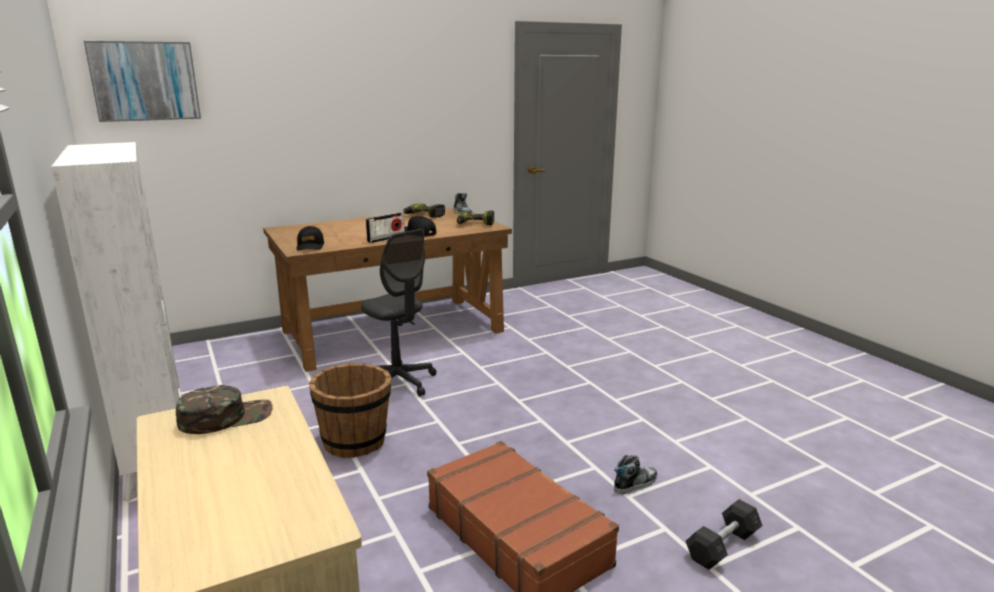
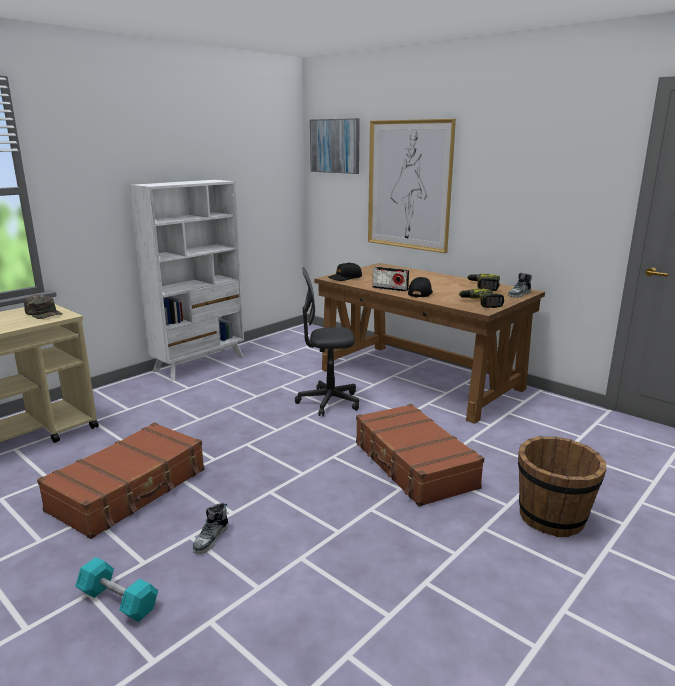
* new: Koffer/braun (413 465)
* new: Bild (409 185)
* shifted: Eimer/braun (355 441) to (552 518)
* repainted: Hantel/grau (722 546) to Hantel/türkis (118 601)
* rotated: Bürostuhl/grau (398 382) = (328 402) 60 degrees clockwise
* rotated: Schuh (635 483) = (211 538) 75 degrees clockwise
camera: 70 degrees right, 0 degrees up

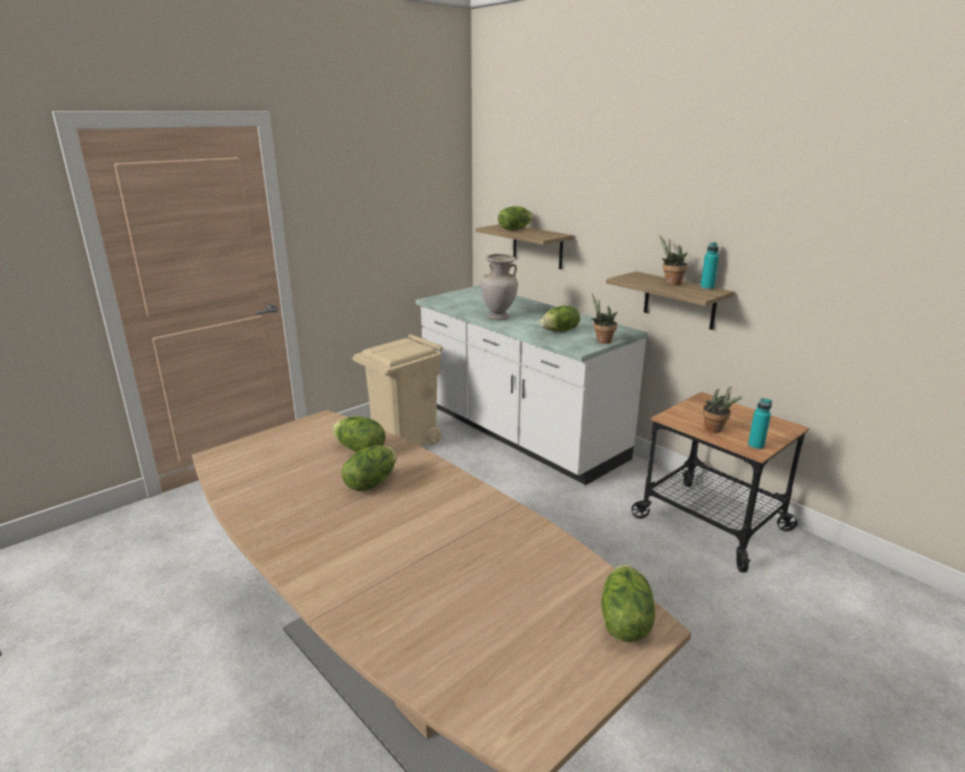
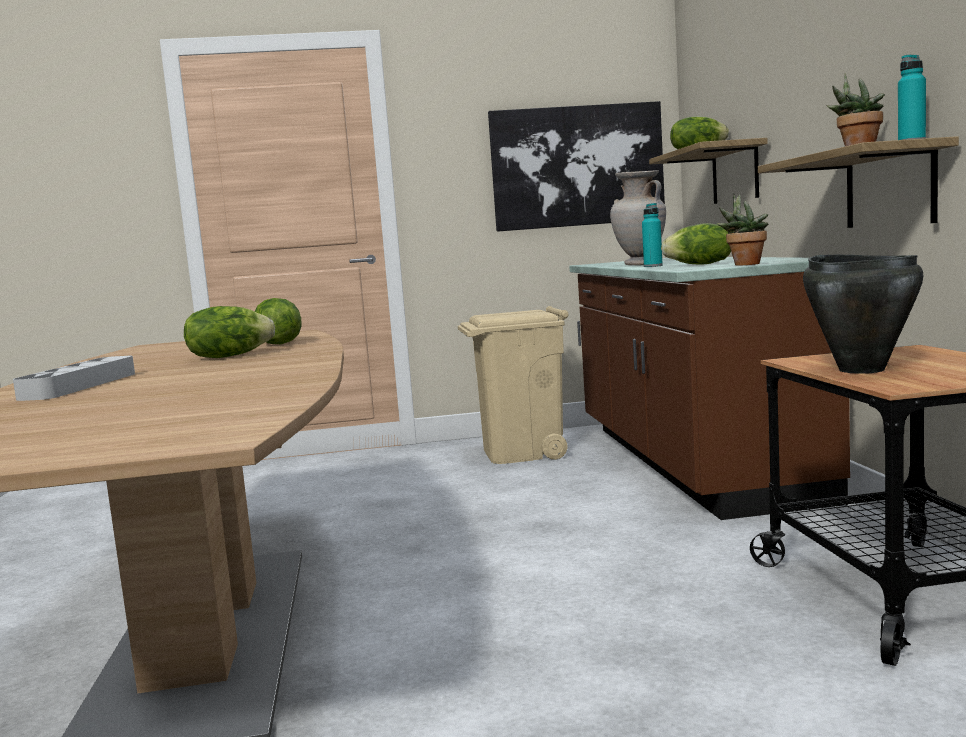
* gone: Salatkopf (623 621)
* new: Tablett/grau (80 386)
* new: Bild (577 166)
* shifted: Flasche/türkis (756 445) to (653 266)
* swapped: Topfpflanze (716 430) to Kochtopf/schwarz (861 369)
* repainted: Küchenzeile/weiß (519 433) to Küchenzeile/braun (689 461)
camera: 35 degrees right, 15 degrees down

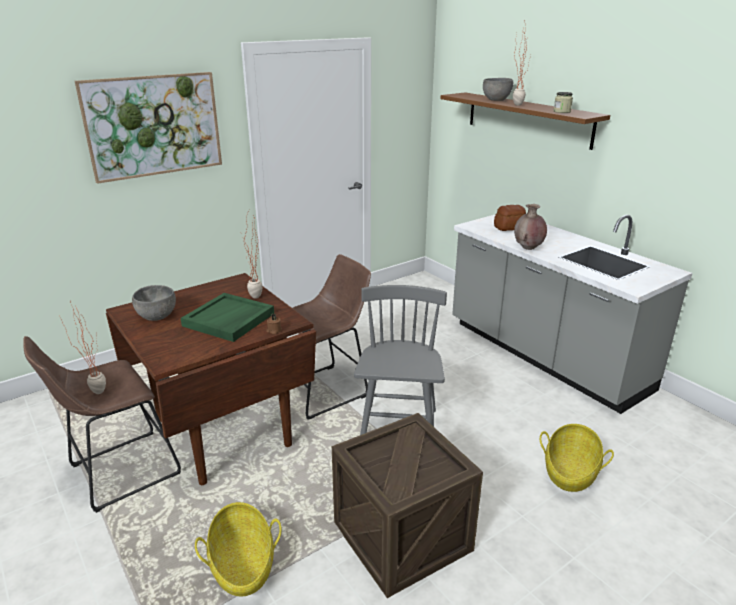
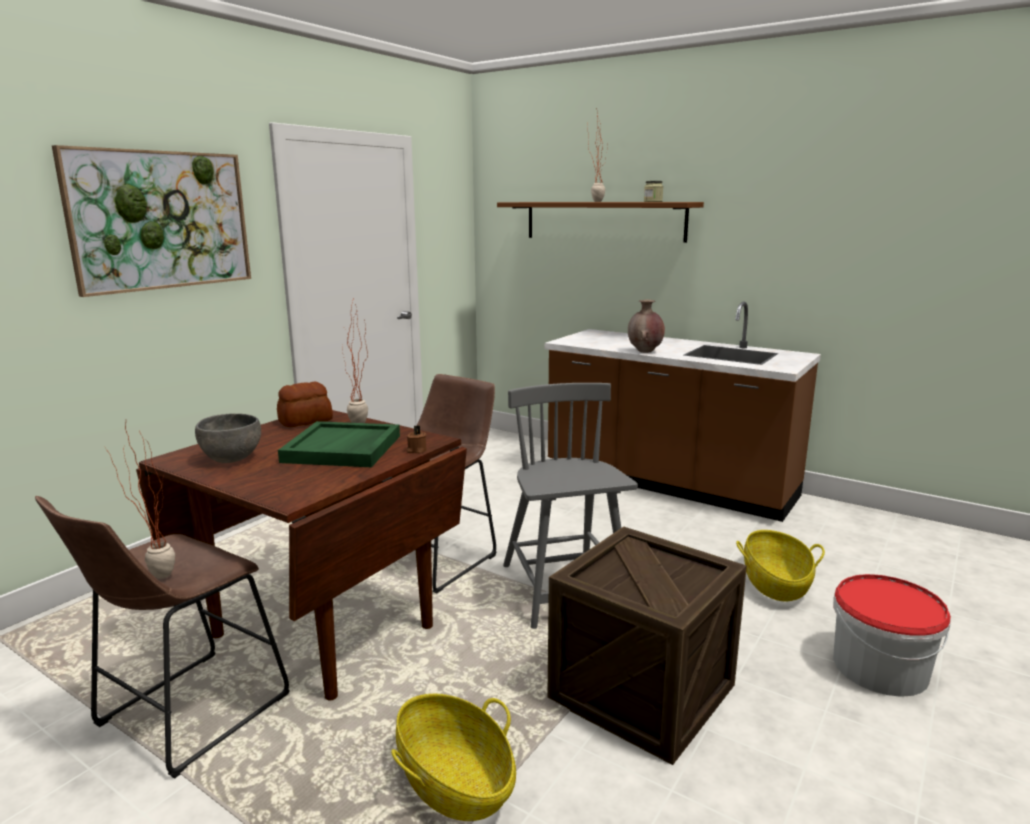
* gone: Schüssel/grau (496 100)
* new: Eimer (879 667)
* shifted: Brot (509 227) to (304 421)
* repainted: Küchenzeile/grau (544 356) to Küchenzeile/braun (668 484)
camera: 20 degrees left, 10 degrees down

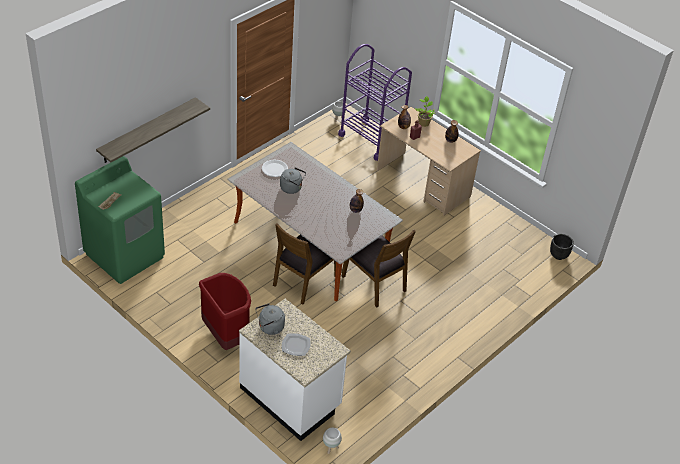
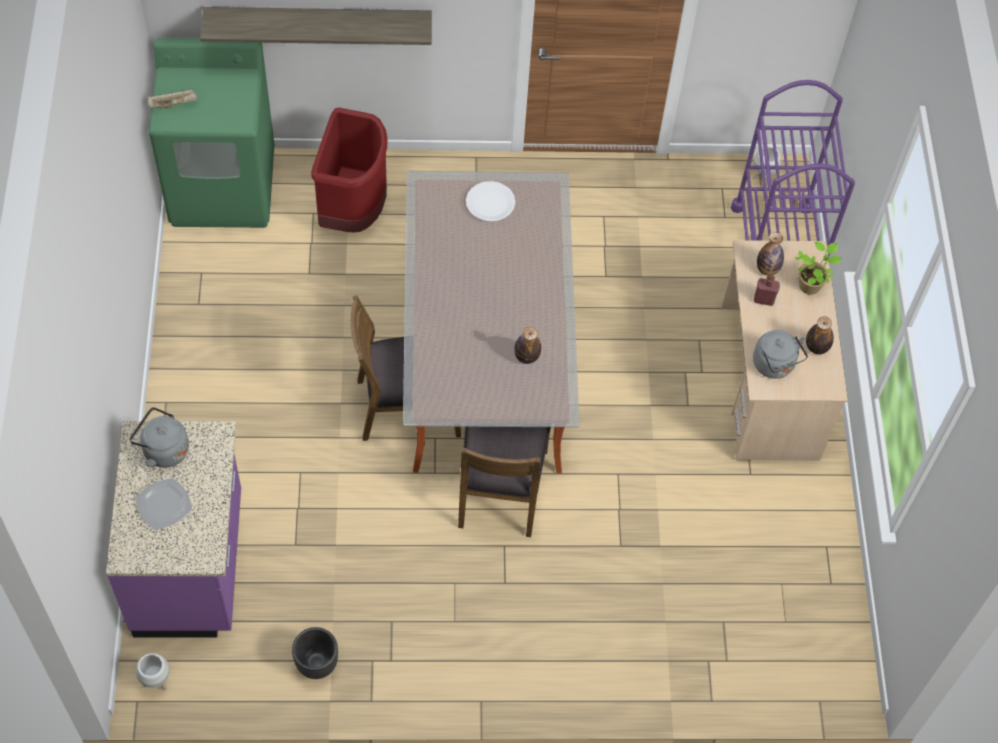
* shifted: Mülleimer/rot (226 335) to (353 209)
* shifted: Wasserkessel/grau (292 188) to (775 366)
* shifted: Pflanzkübel/schwarz (558 255) to (317 664)
* repainted: Küchenzeile/weiß (291 397) to Küchenzeile/lila (191 565)
camera: 45 degrees right, 15 degrees up

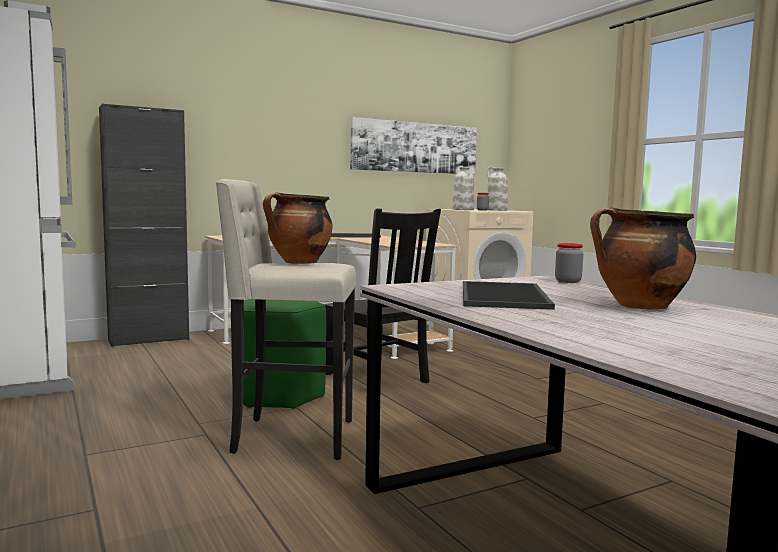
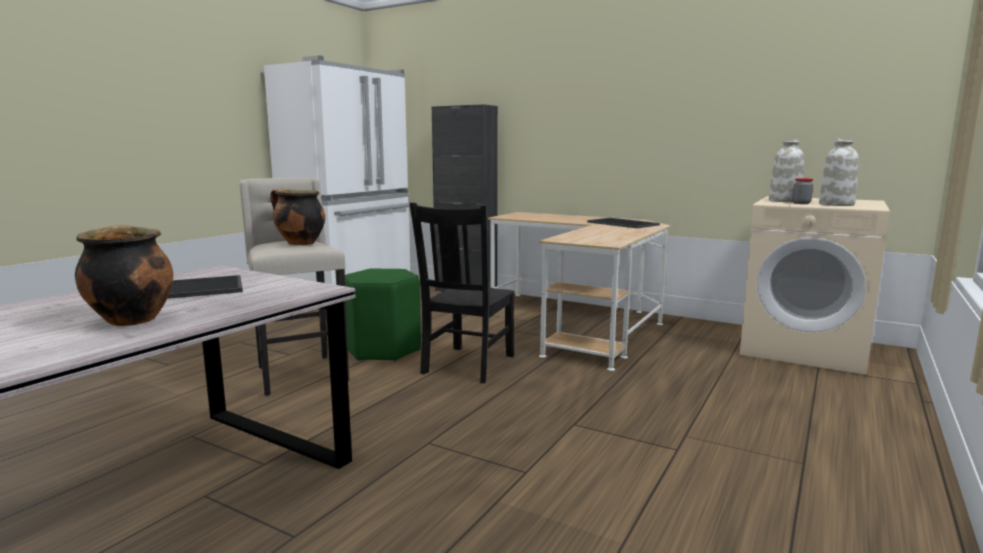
* gone: Bild (415 147)
* gone: Vorratsglas (568 281)
camera: 60 degrees right, 5 degrees up

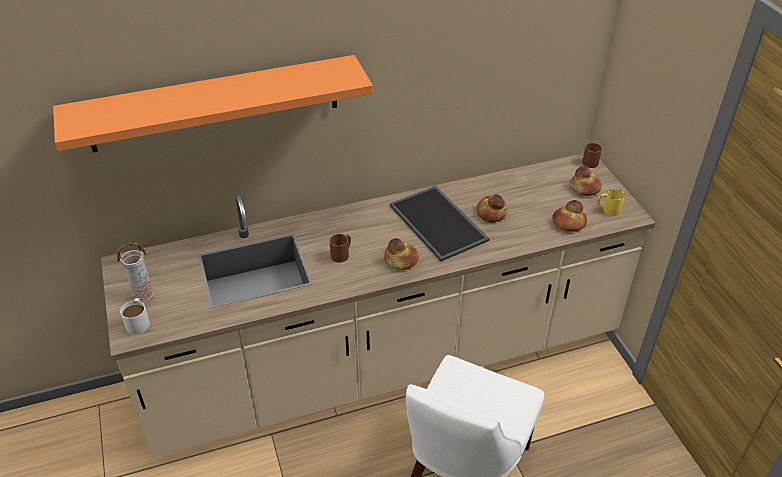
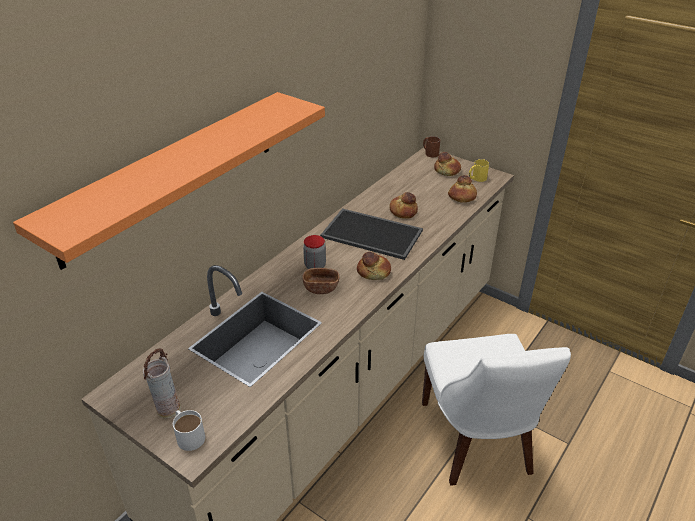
* new: Vorratsglas (315 266)
* swapped: Henkelbecher/braun (342 253) to Schüssel/braun (321 288)
camera: 35 degrees left, 5 degrees down

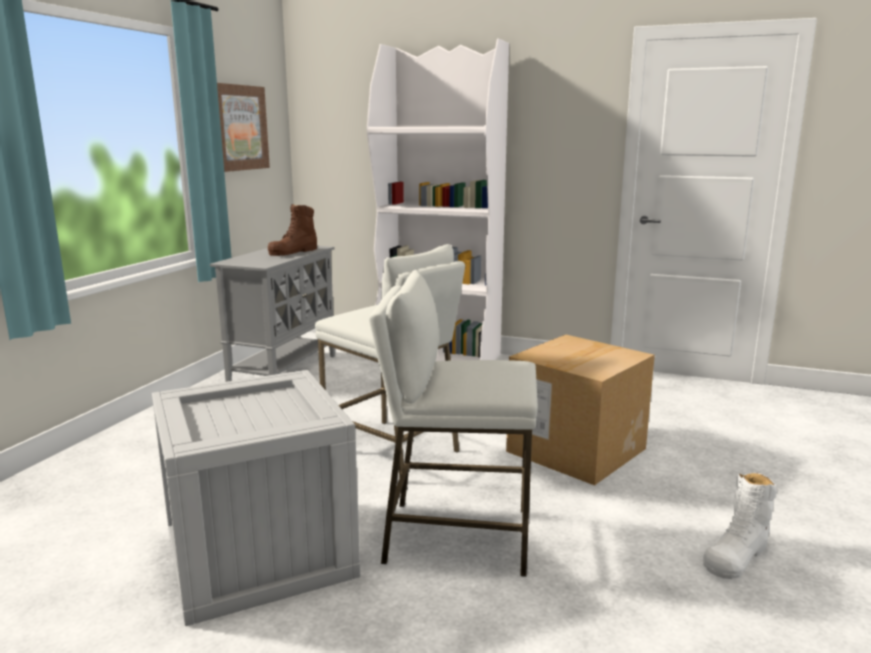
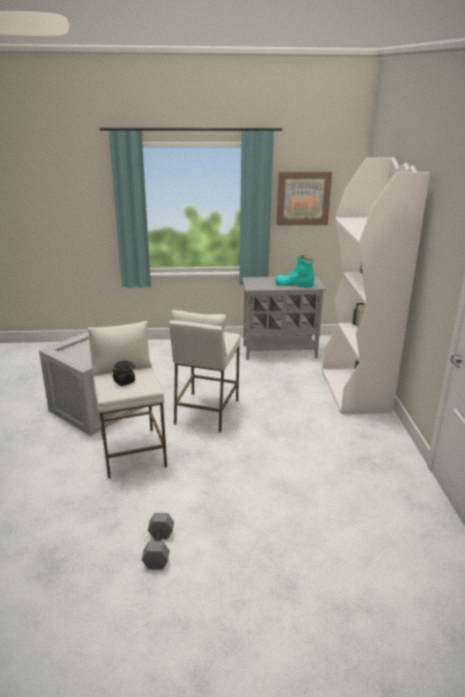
* gone: Karton (576 450)
* new: Vorratsglas/schwarz (124 381)
* swapped: Stiefel/weiß (736 555) to Hantel/grau (159 549)
* repainted: Stiefel/braun (293 252) to Stiefel/türkis (294 284)
camera: 65 degrees right, 10 degrees up

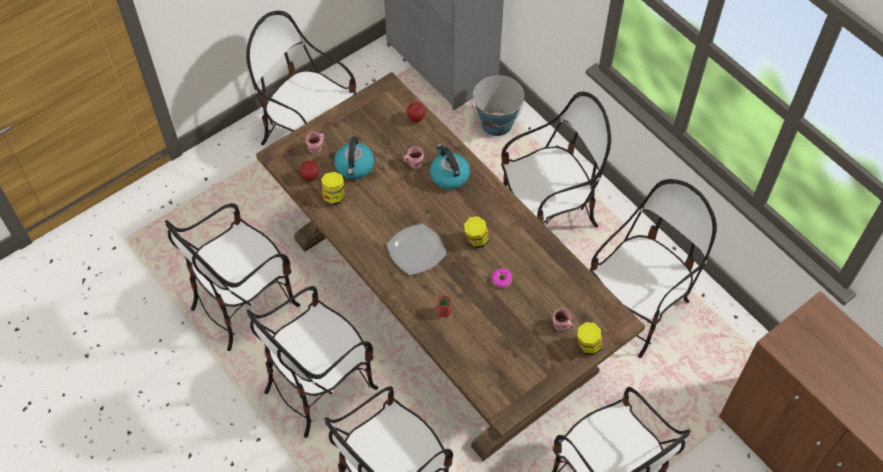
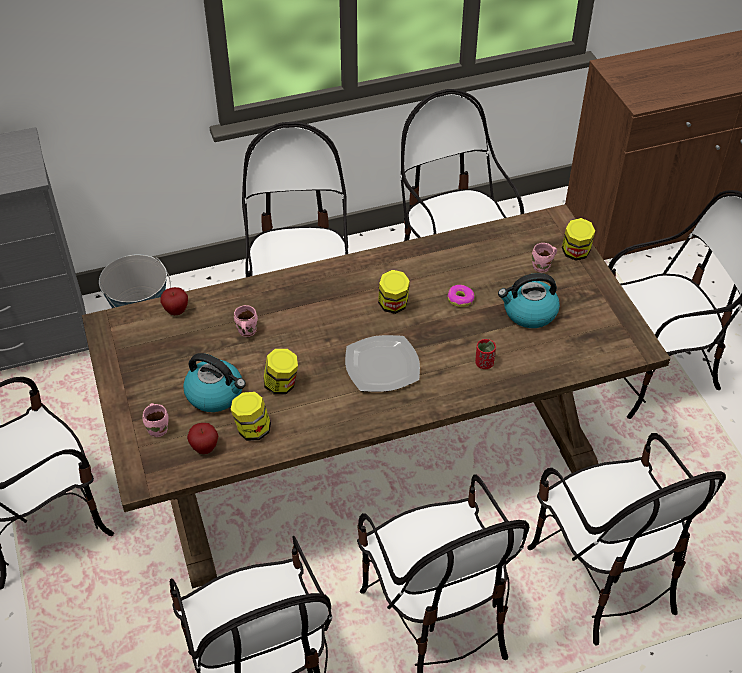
* new: Vorratsglas (281 385)
* shifted: Wasserkessel (449 175) to (529 313)
camera: 70 degrees left, 10 degrees down

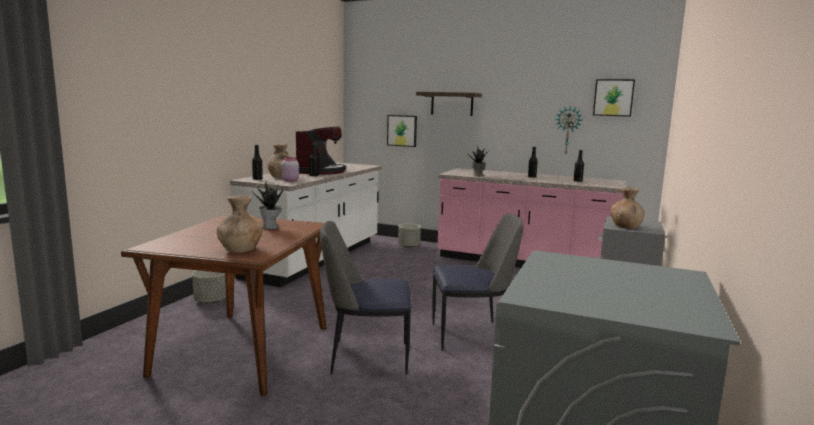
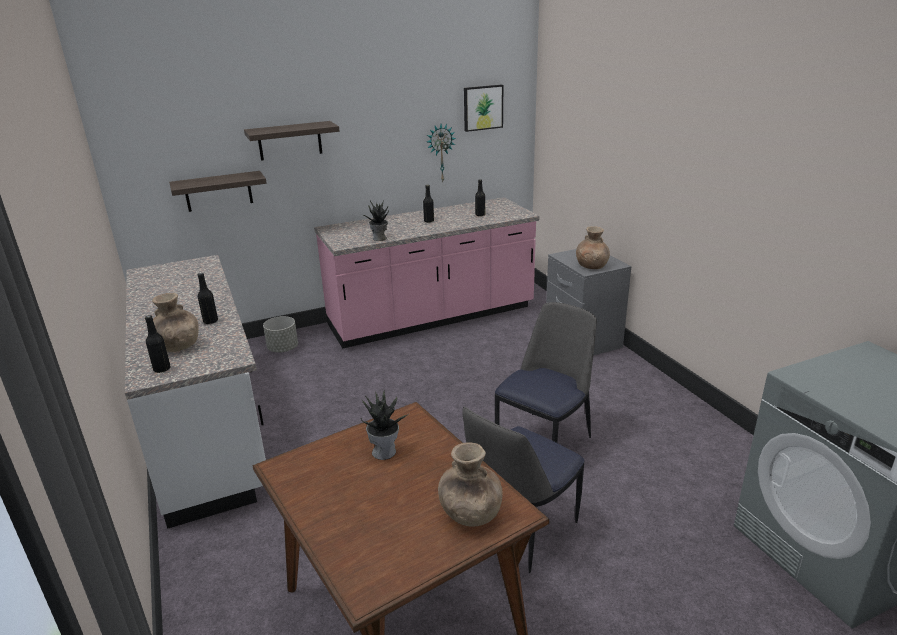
* gone: Pflanzkübel/grau (211 301)
* gone: Vorratsglas/rosa (290 180)
* gone: Kaffeemaschine (321 171)
* swapped: Bild (402 130) to Wandregal (218 191)
camera: 45 degrees left, 15 degrees up

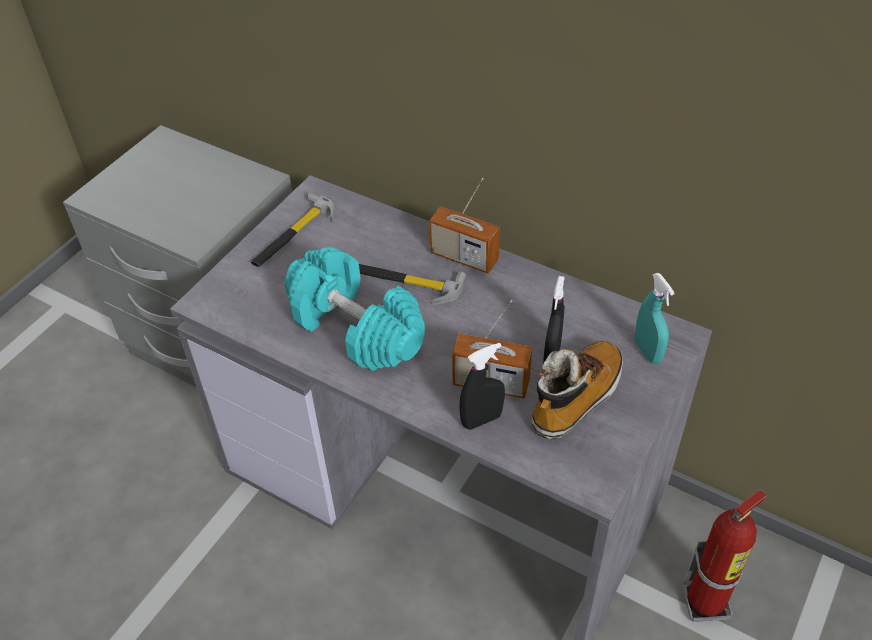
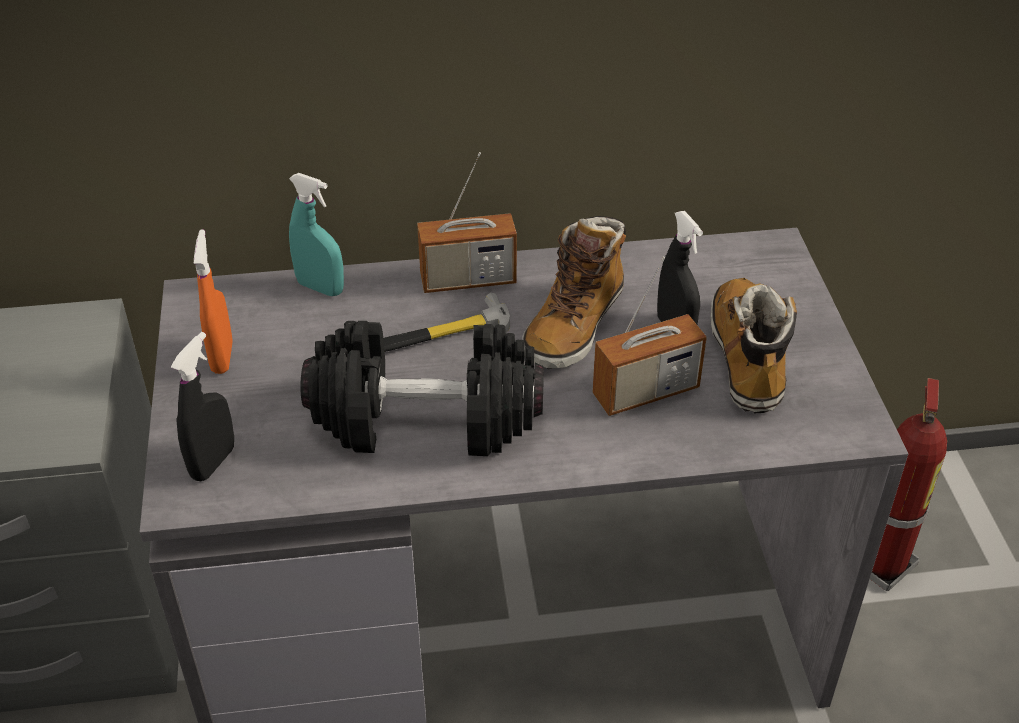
* new: Stiefel (574 325)
* shifted: Sprühflasche/schwarz (481 420) to (213 462)
* shifted: Sprühflasche/türkis (647 351) to (320 288)
* swapped: Hammer (293 235) to Sprühflasche/orange (222 357)
* repainted: Hantel/türkis (355 328) to Hantel/schwarz (425 420)
camera: 40 degrees left, 5 degrees down

